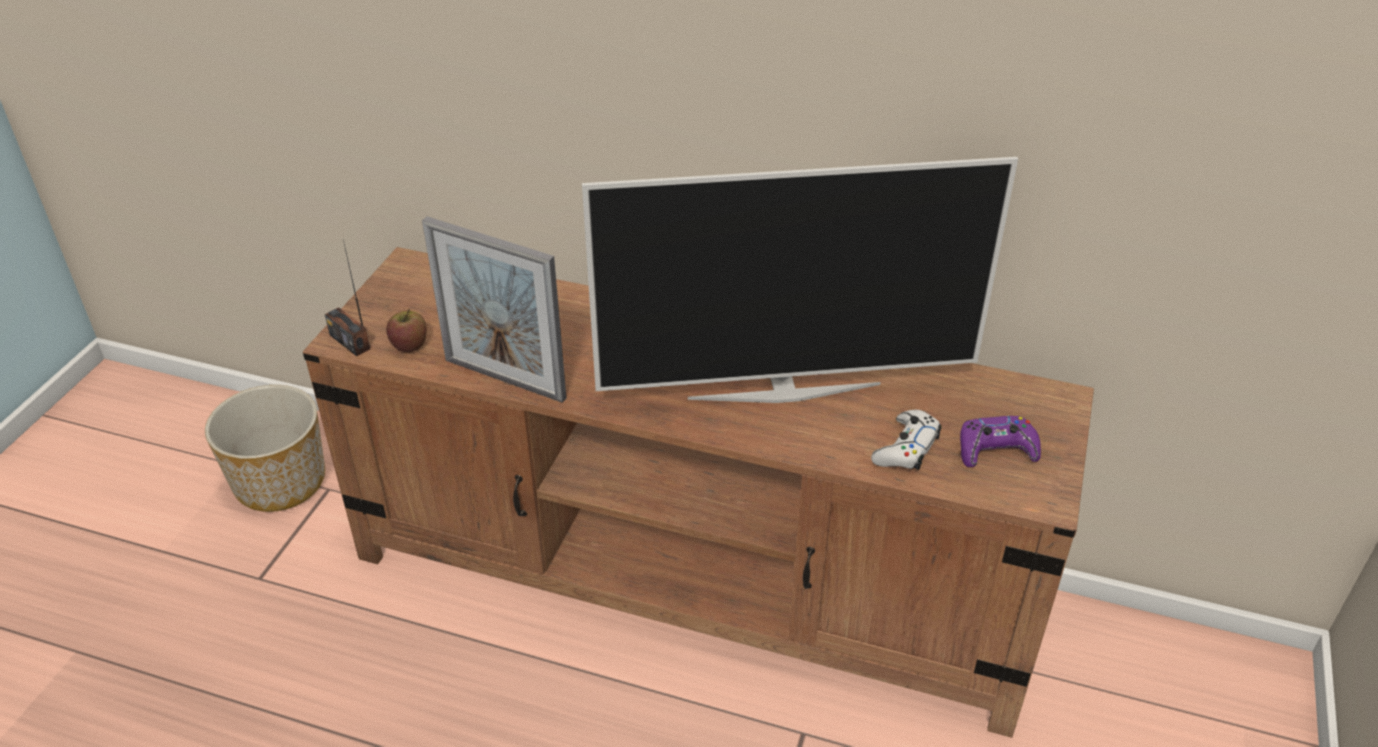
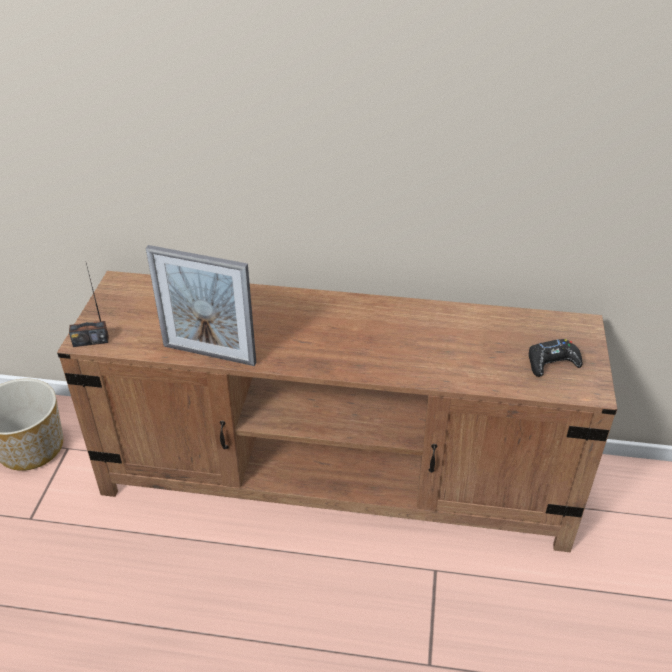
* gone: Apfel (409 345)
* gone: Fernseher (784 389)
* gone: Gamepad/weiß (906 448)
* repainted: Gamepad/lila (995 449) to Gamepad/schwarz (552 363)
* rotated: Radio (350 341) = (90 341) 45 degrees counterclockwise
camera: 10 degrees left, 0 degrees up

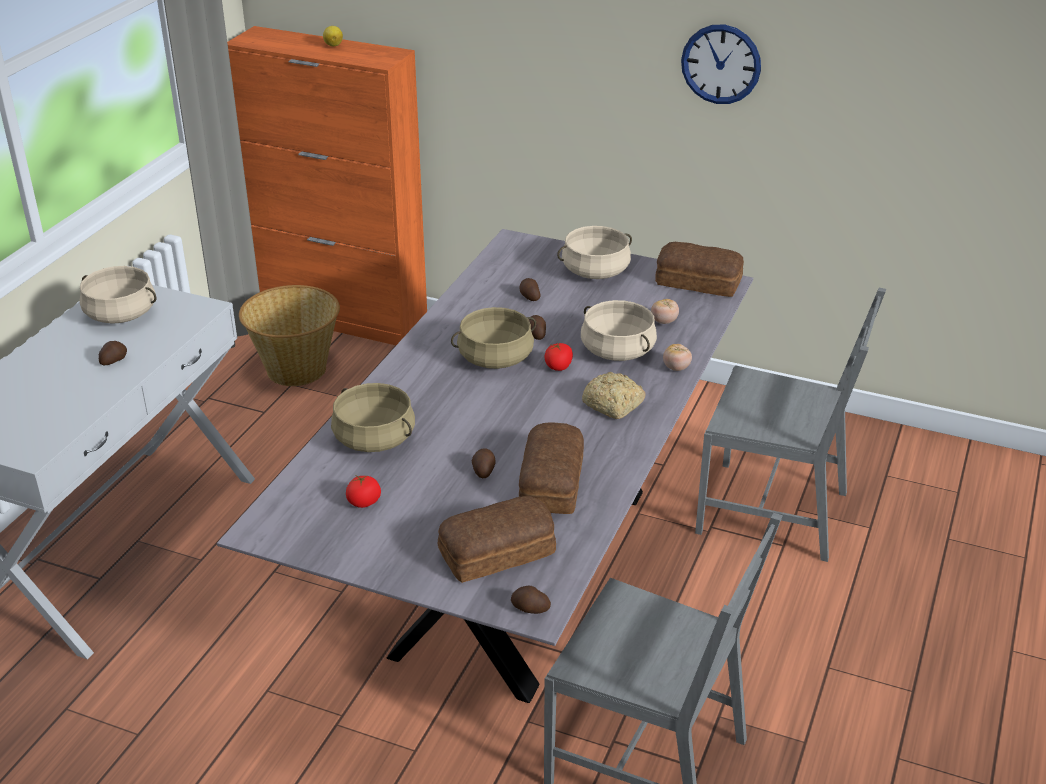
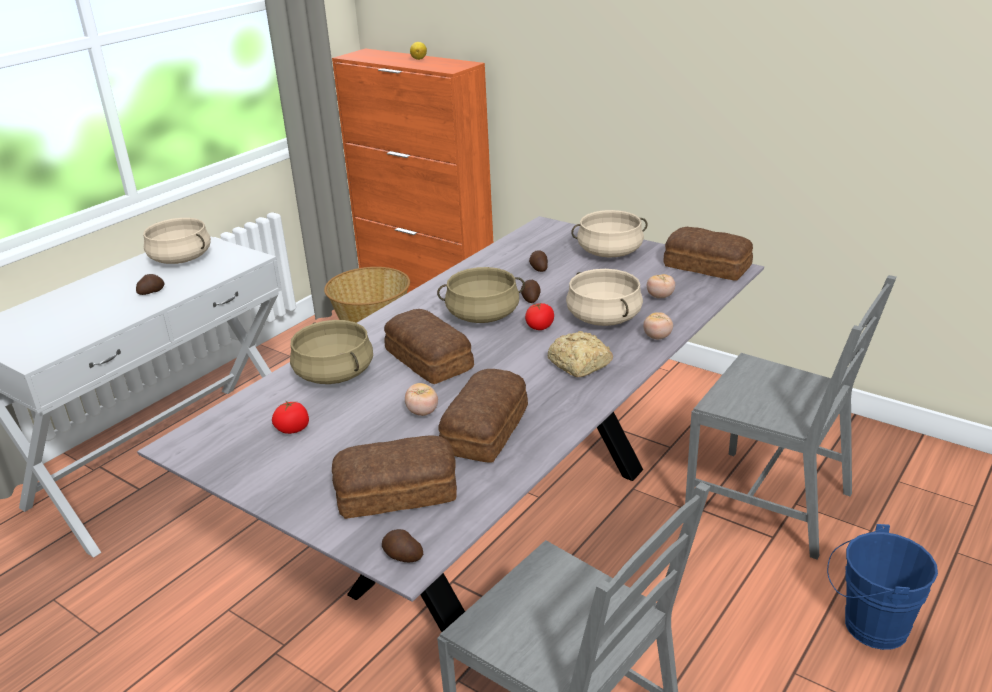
* gone: Wanduhr (721 64)
* new: Brot (428 360)
* new: Eimer/blau (868 626)
* swapped: Kartoffel (483 470) to Tomate (422 412)
camera: 15 degrees right, 5 degrees down

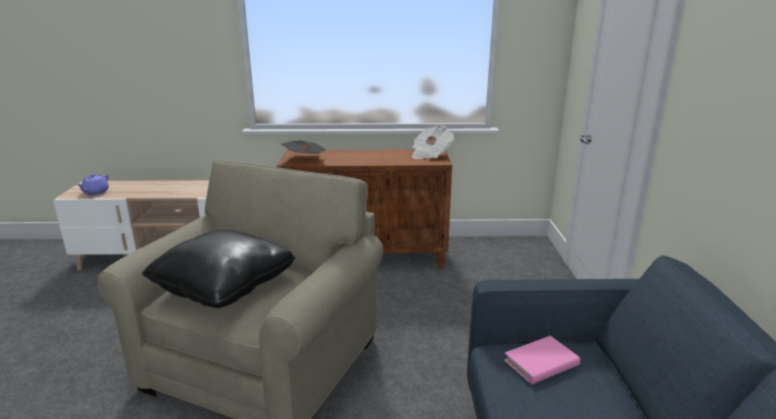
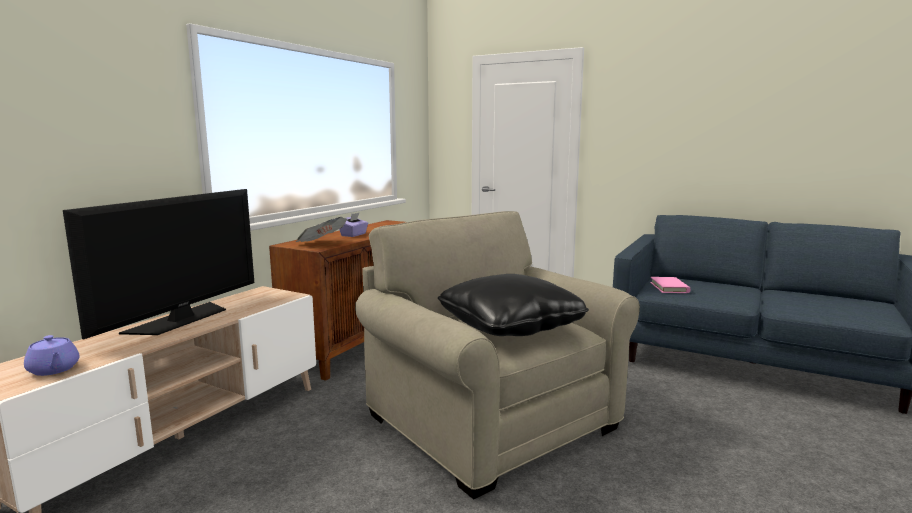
* gone: Zeitung (430 154)
* new: Fernseher (181 319)
* new: Taschentuchbox/lila (354 235)
camera: 60 degrees left, 10 degrees down

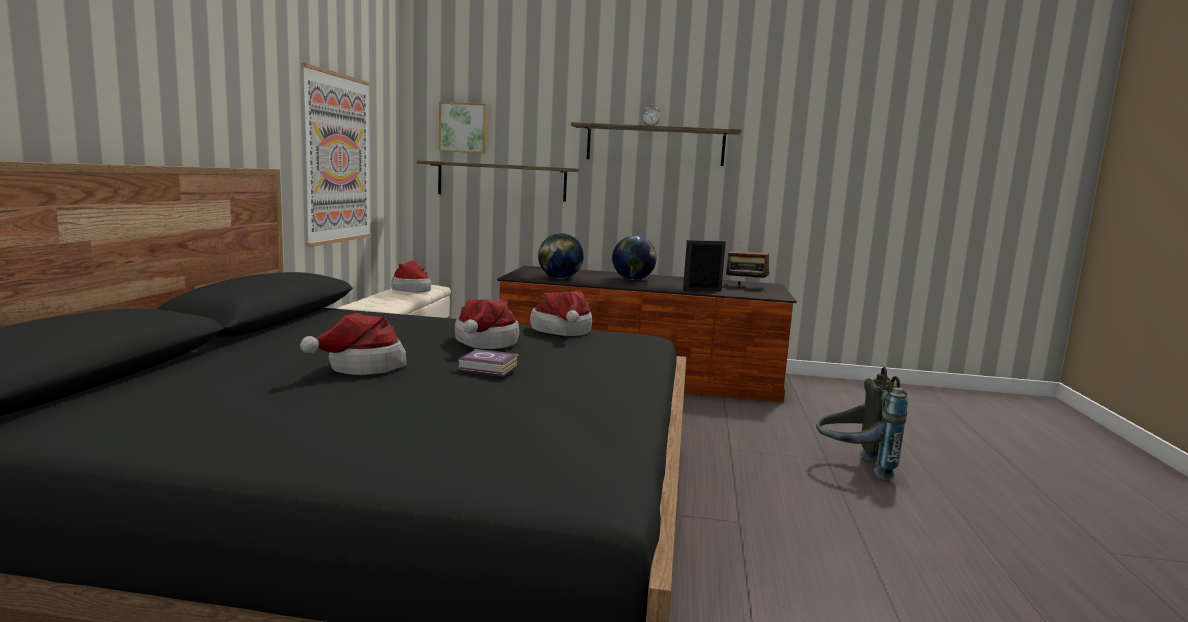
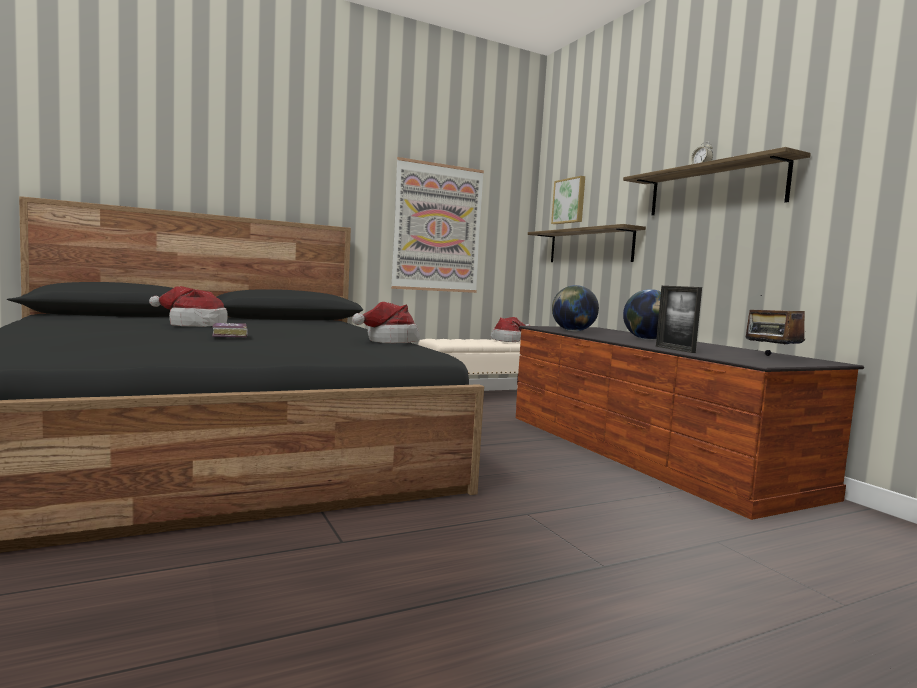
* gone: Hut (484 343)
* gone: Rucksack/grau (853 467)
* rotated: Bilderrahmen (702 290) = (674 349) 150 degrees counterclockwise
camera: 55 degrees right, 5 degrees down

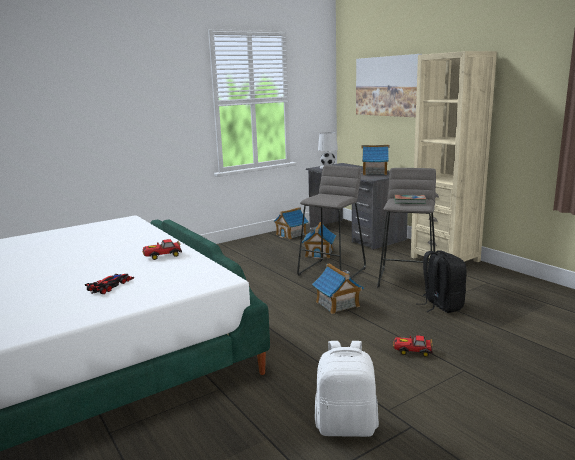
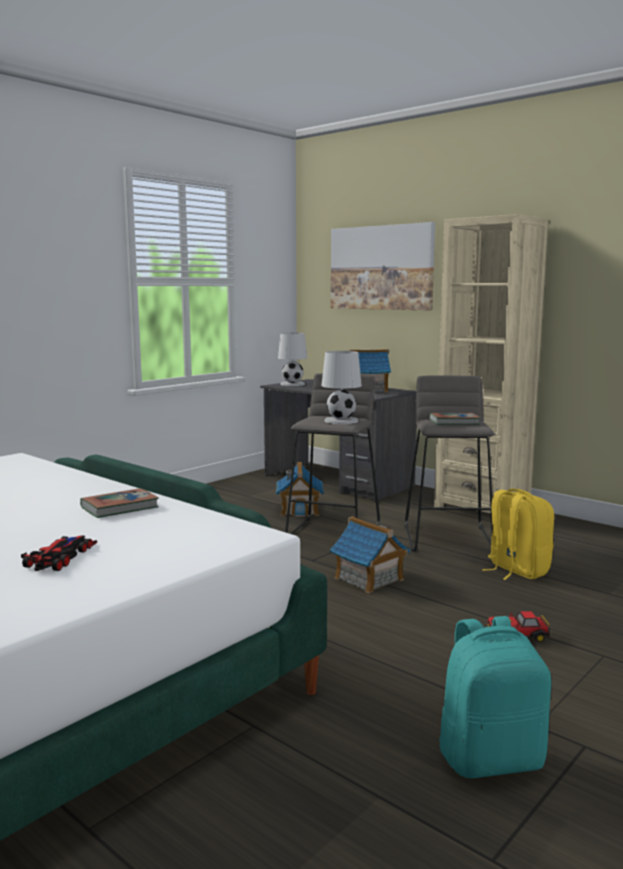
* gone: Spielzeughaus (291 234)
* new: Tischlampe/weiß (341 421)
* swapped: Spielzeugauto (162 256) to Buch (120 508)
* repainted: Rucksack/weiß (346 426) to Rucksack/türkis (490 758)
* repainted: Rucksack/schwarz (441 305) to Rucksack/gelb (516 570)
camera: 15 degrees left, 5 degrees down

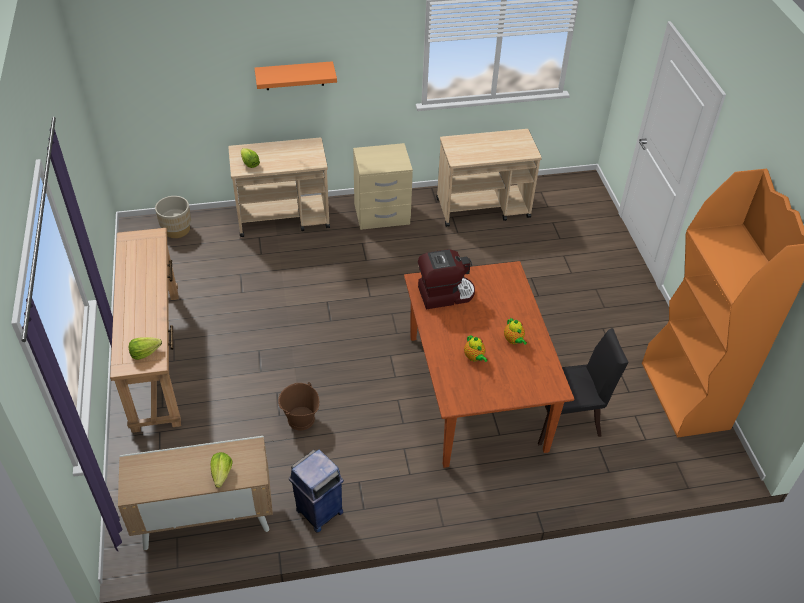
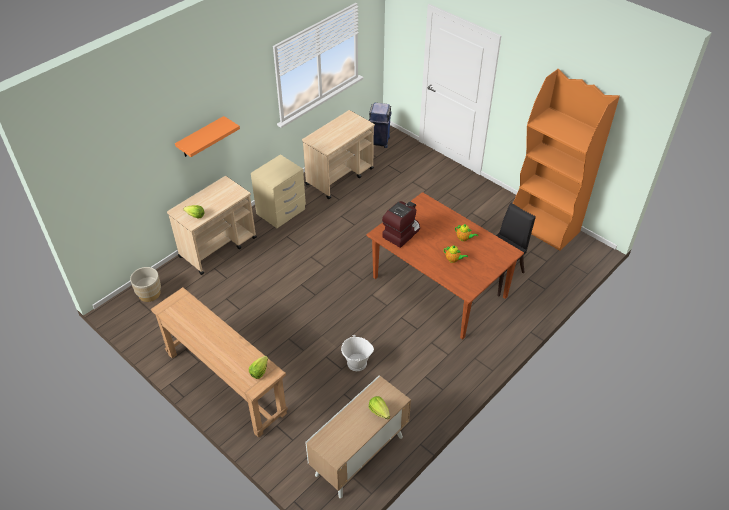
* shifted: Mülleimer/blau (318 511) to (379 141)
* repainted: Eimer/braun (300 419) to Eimer/weiß (356 363)
camera: 35 degrees left, 0 degrees up

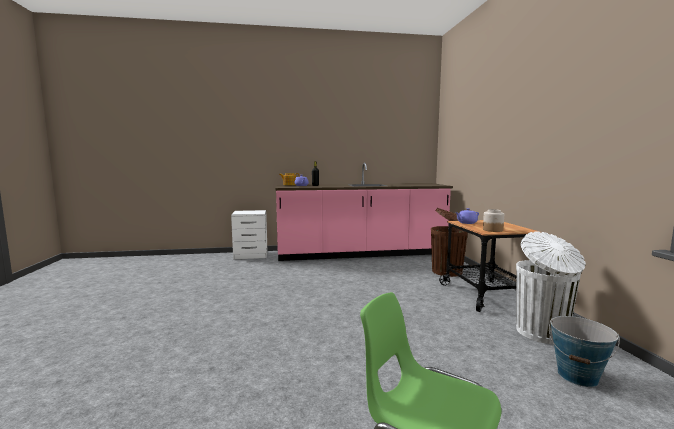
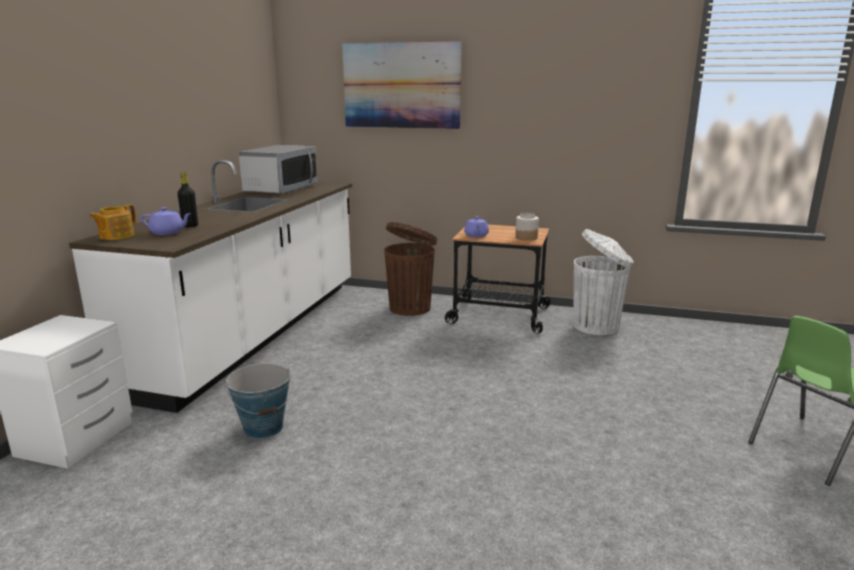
* new: Mikrowelle (281 189)
* new: Bild (401 86)
* shifted: Eimer (578 376) to (264 428)
* repainted: Küchenzeile/rosa (361 253) to Küchenzeile/weiß (255 332)
camera: 65 degrees left, 10 degrees up

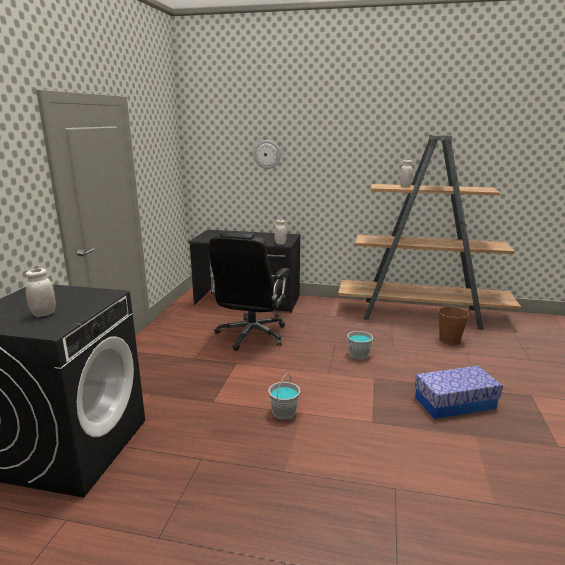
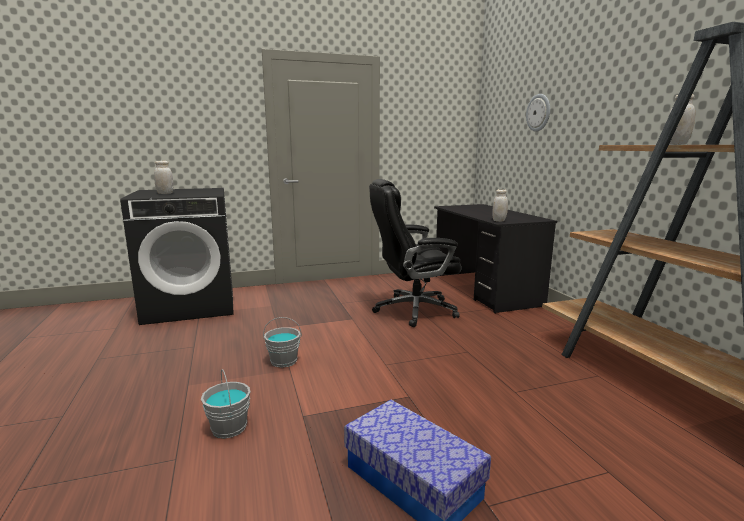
* gone: Eimer/braun (449 340)
* shifted: Eimer/grau (359 355) to (229 427)
camera: 60 degrees right, 5 degrees down

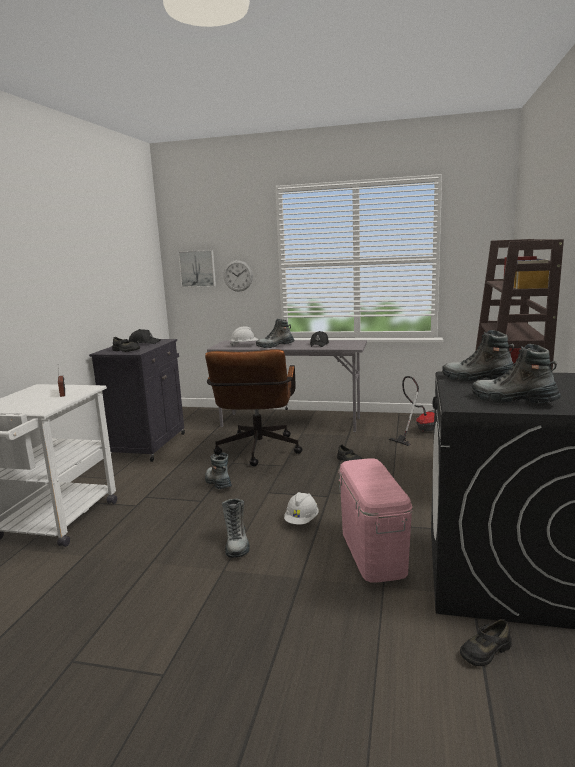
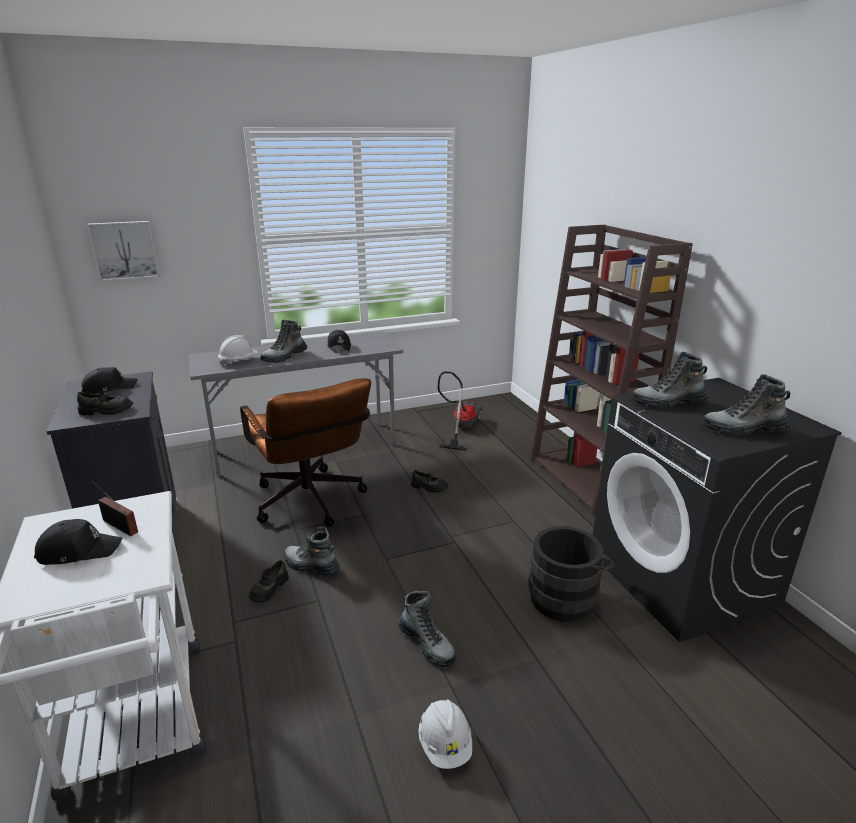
* gone: Wanduhr (238 276)
* new: Kappe/schwarz (79 550)
* shifted: Schutzhelm/weiß (302 520) to (445 745)
* shifted: Schuh/schwarz (485 651) to (269 588)
* swapped: Aufbewahrungsbox/rosa (373 551) to Eimer/schwarz (565 595)
camera: 35 degrees left, 10 degrees up

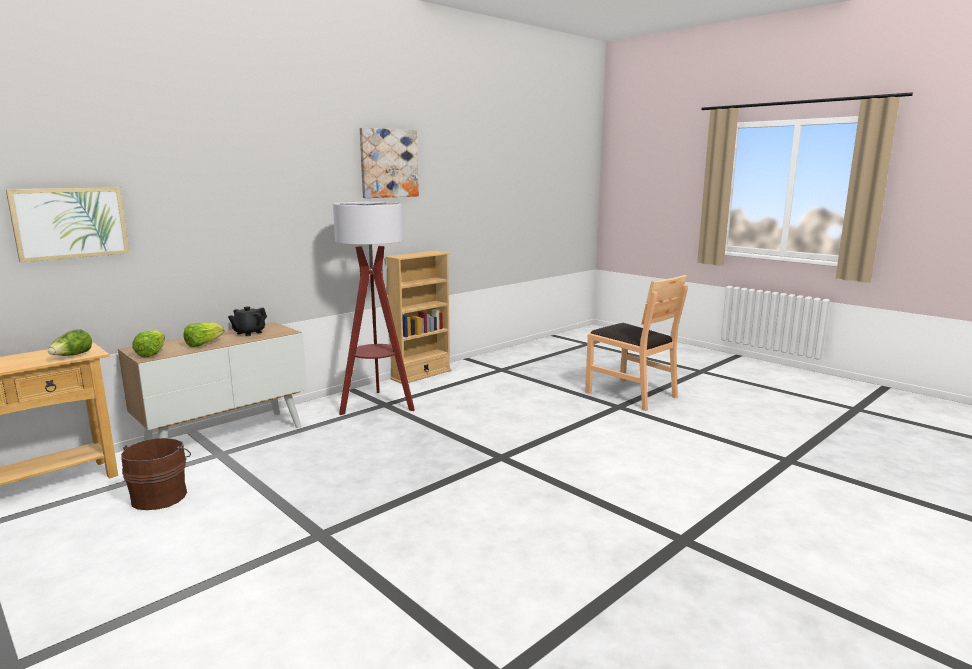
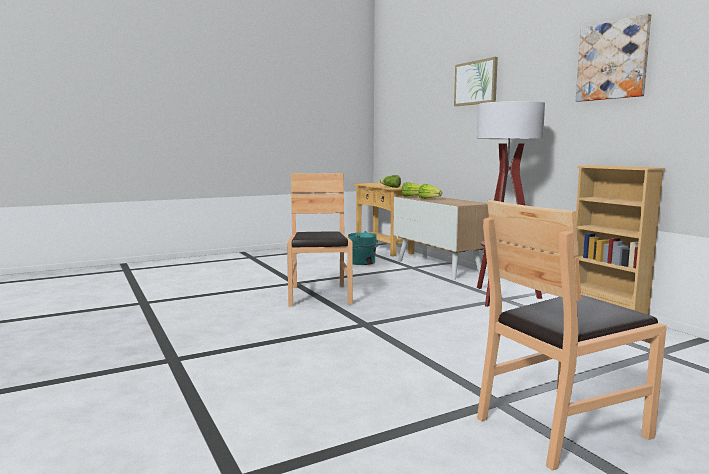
* gone: Teekanne/schwarz (249 333)
* new: Stuhl/braun (319 295)
* shifted: Bild (70 223) to (476 83)
* repainted: Eimer/braun (161 496) to Eimer/türkis (363 262)
camera: 105 degrees right, 5 degrees down

